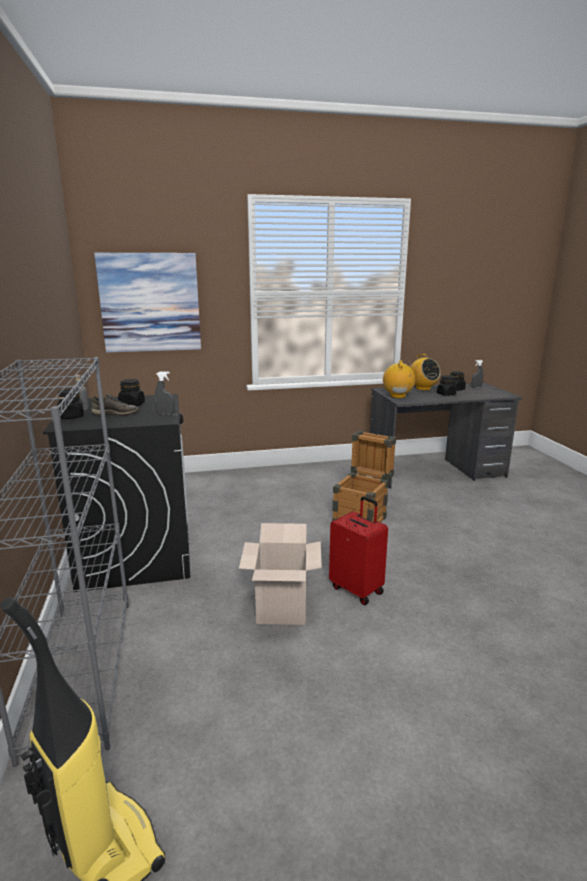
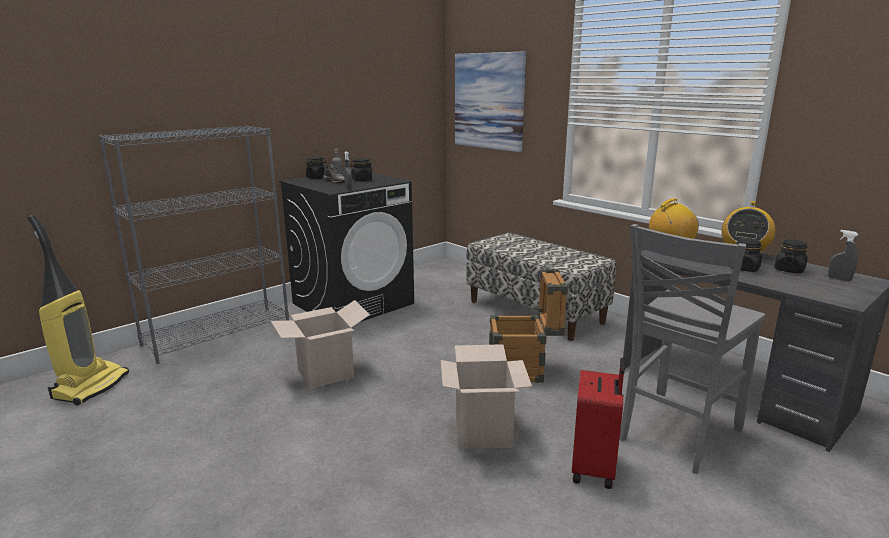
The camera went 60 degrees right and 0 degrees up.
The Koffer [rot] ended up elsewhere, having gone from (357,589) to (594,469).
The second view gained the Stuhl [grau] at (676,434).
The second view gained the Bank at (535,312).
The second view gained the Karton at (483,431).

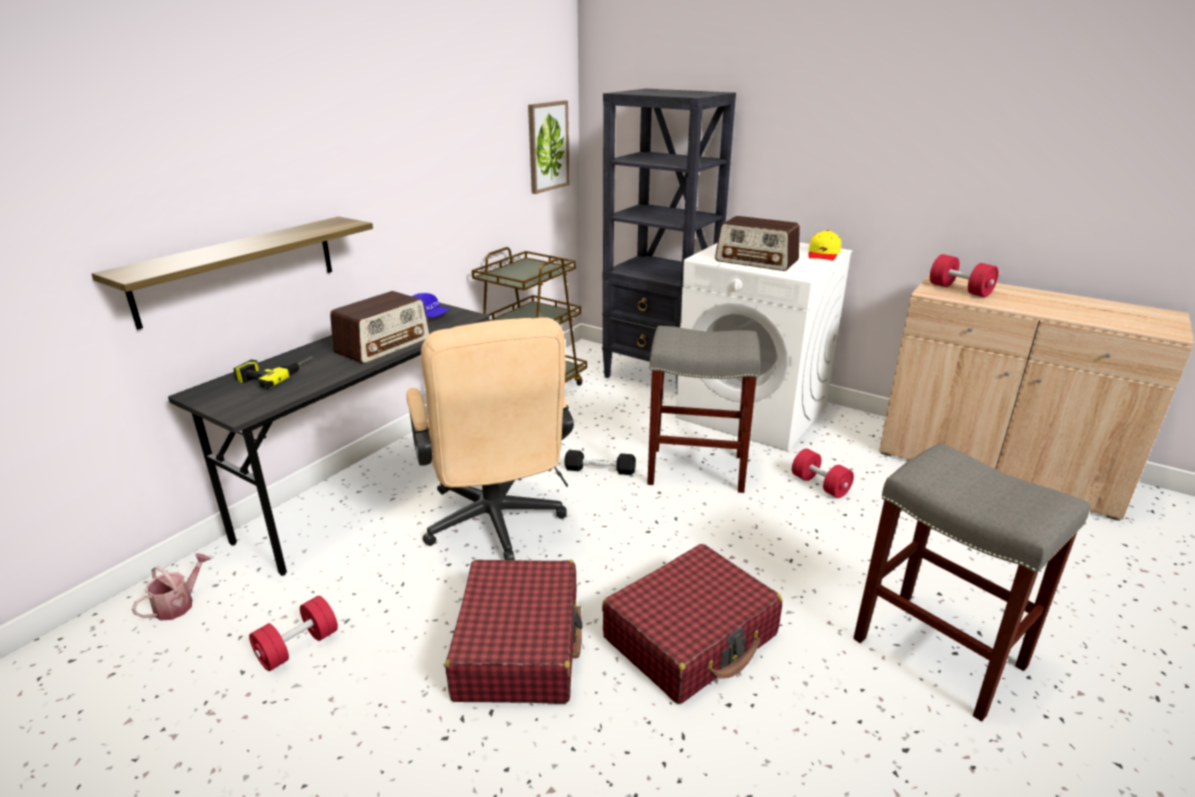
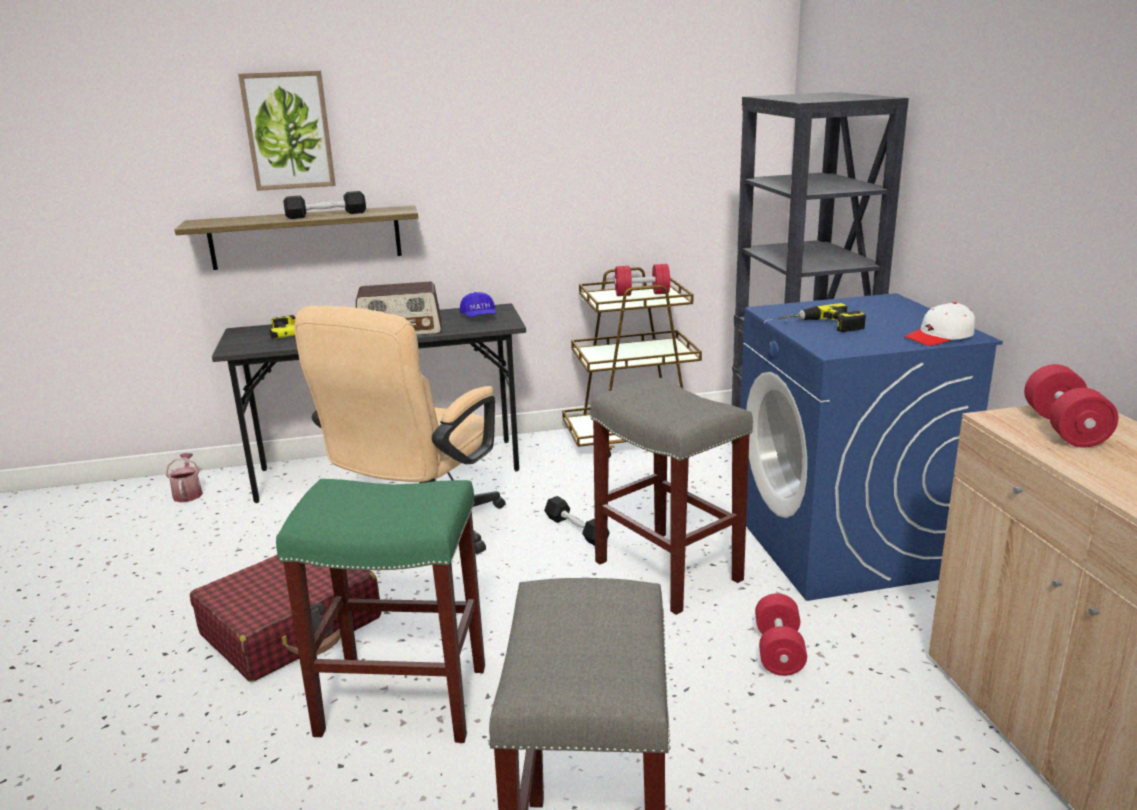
The camera went 45 degrees right and 5 degrees down.
The Bild ended up elsewhere, having gone from (547,146) to (288,131).
Where the Radio stood at (757,261), the Bohrmaschine came to stand at (822,326).
What was the Kappe [gelb] at (823,254) turned into the Kappe [weiß] at (939,337).
What was the Waschmaschine [weiß] at (753,412) turned into the Waschmaschine [blau] at (842,544).
Where the Koffer [rot] stood at (691,637), the Hocker [grün] came to stand at (405,699).
The Gießkanne at (179,604) ended up facing another way, 90 degrees counterclockwise from before.
The Hantel [rot] ended up elsewhere, having gone from (298,647) to (642,294).
The second view gained the Hantel [schwarz] at (326,215).

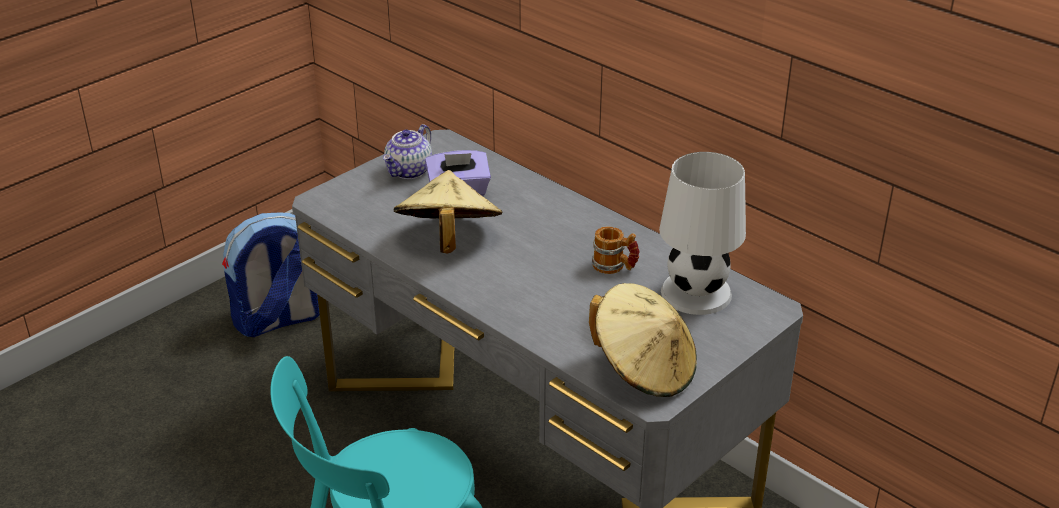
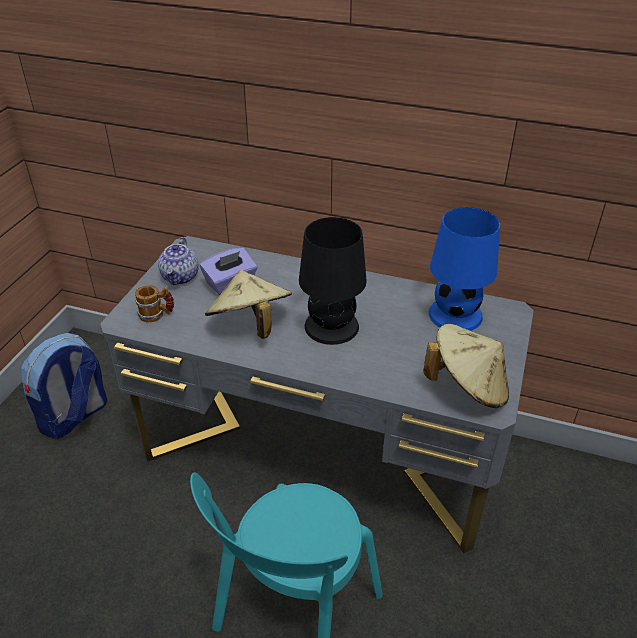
The camera went 25 degrees left and 5 degrees up.
What was the Tischlampe [weiß] at (697,292) turned into the Tischlampe [blau] at (455,314).
The Henkelbecher ended up elsewhere, having gone from (614,267) to (157,315).
The second view gained the Tischlampe [schwarz] at (332,326).

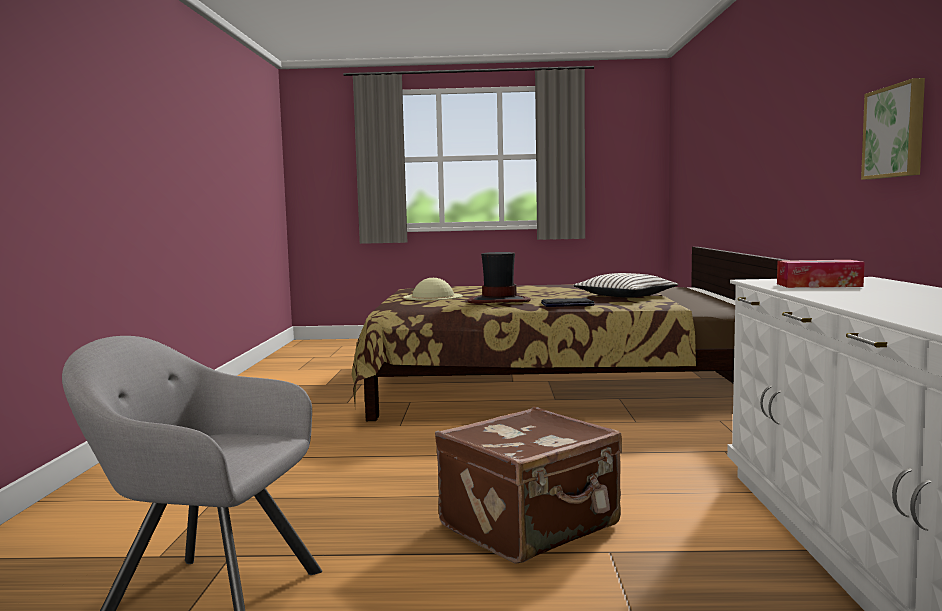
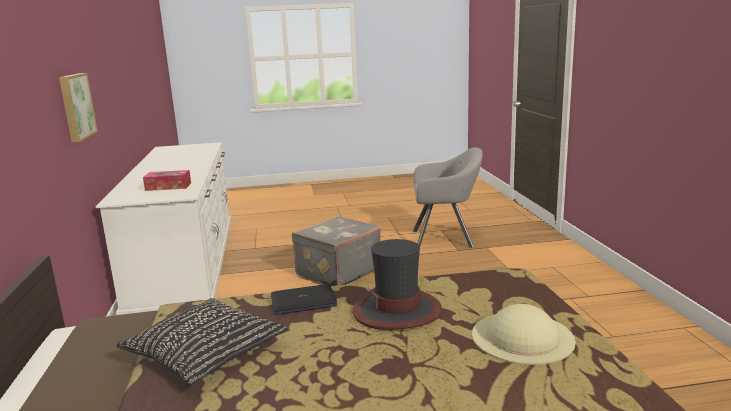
The camera went 170 degrees right and 10 degrees up.
What was the Kissen [weiß] at (625,296) turned into the Kissen [schwarz] at (205,352).
What was the Koffer [braun] at (531,526) turned into the Koffer [grau] at (337,272).

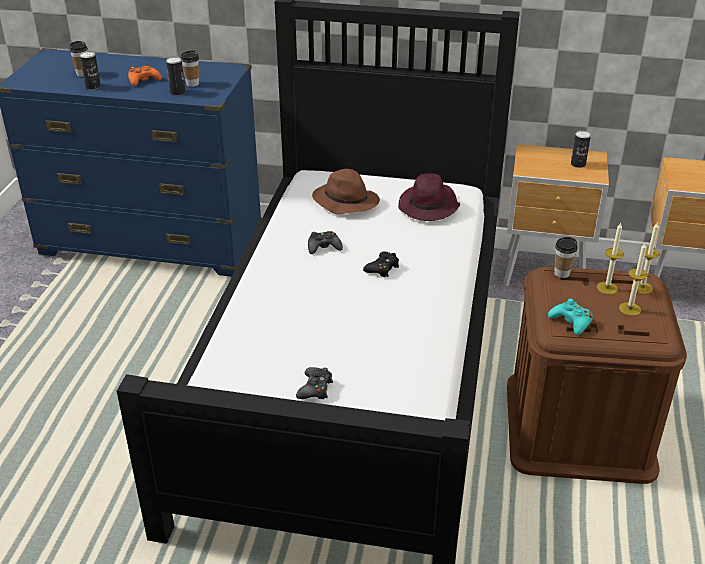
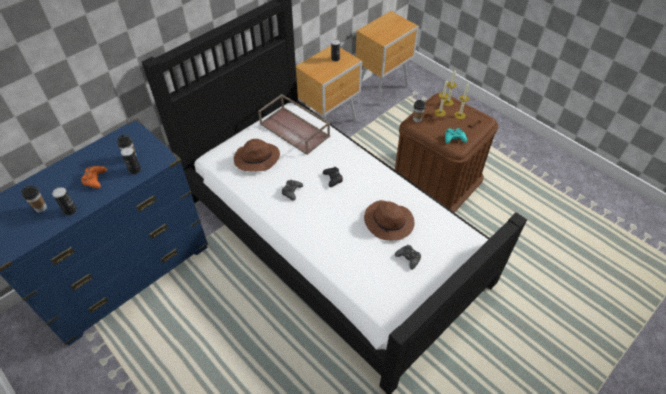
The camera went 55 degrees left and 15 degrees up.
Where the Hut [lila] stood at (428,207), the Tablett [braun] came to stand at (295,130).
The second view gained the Hut [braun] at (389,222).

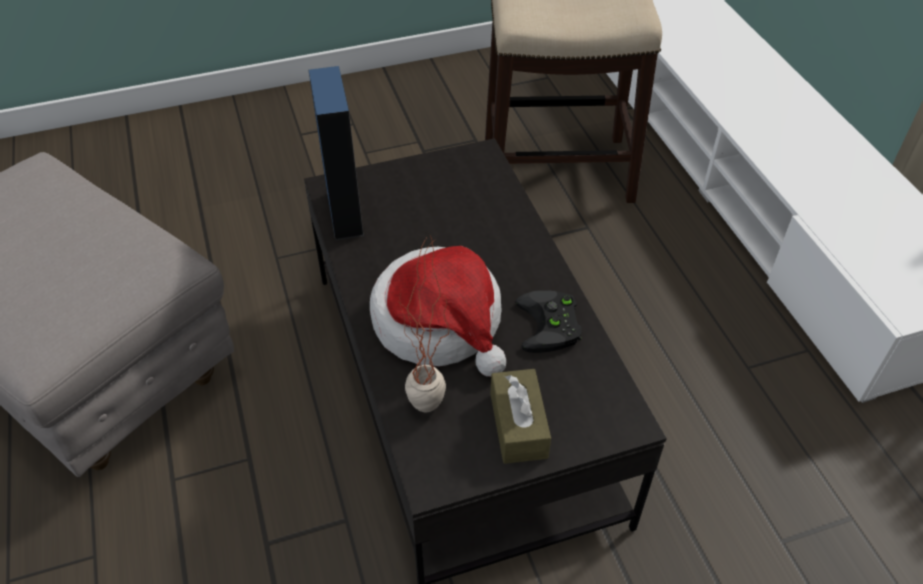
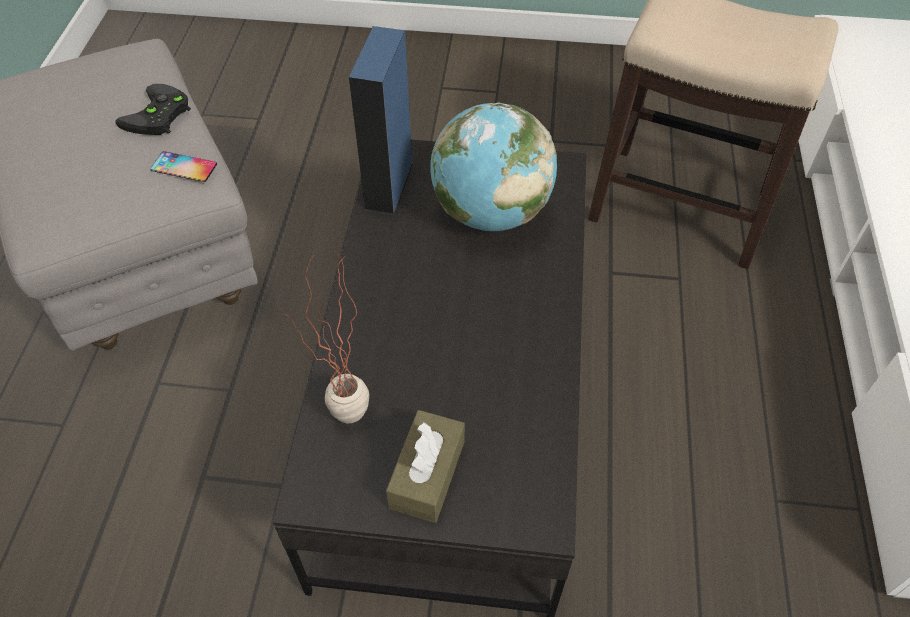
The camera went 25 degrees right and 5 degrees up.
The second view lost the Hut at (440,323).
The Gamepad [schwarz] ended up elsewhere, having gone from (551,326) to (157,117).
The second view gained the Globus at (490,212).
The second view gained the Handy at (184,167).

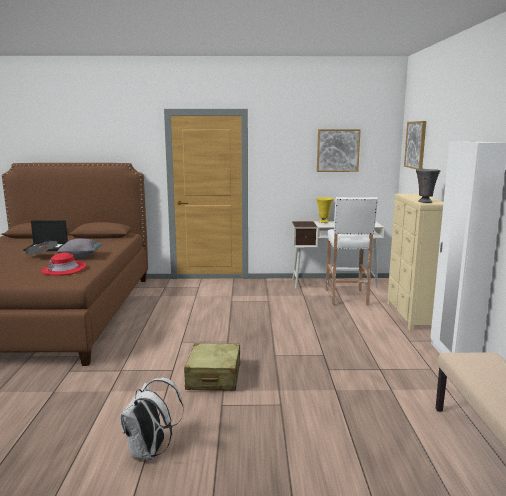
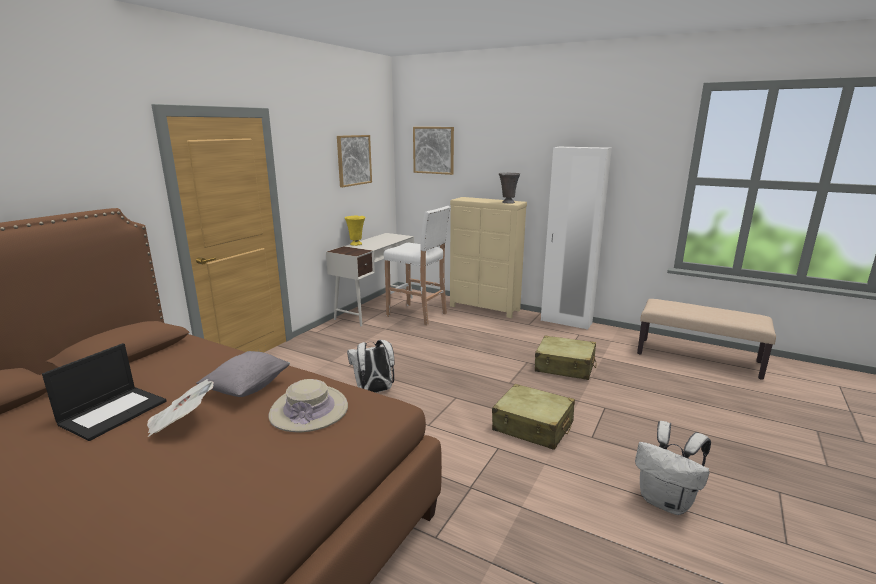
The camera went 60 degrees left and 5 degrees up.
What was the Hut [rot] at (64,269) turned into the Hut [beige] at (309,410).
The second view gained the Koffer [beige] at (565,367).
The second view gained the Rucksack [weiß] at (374,391).

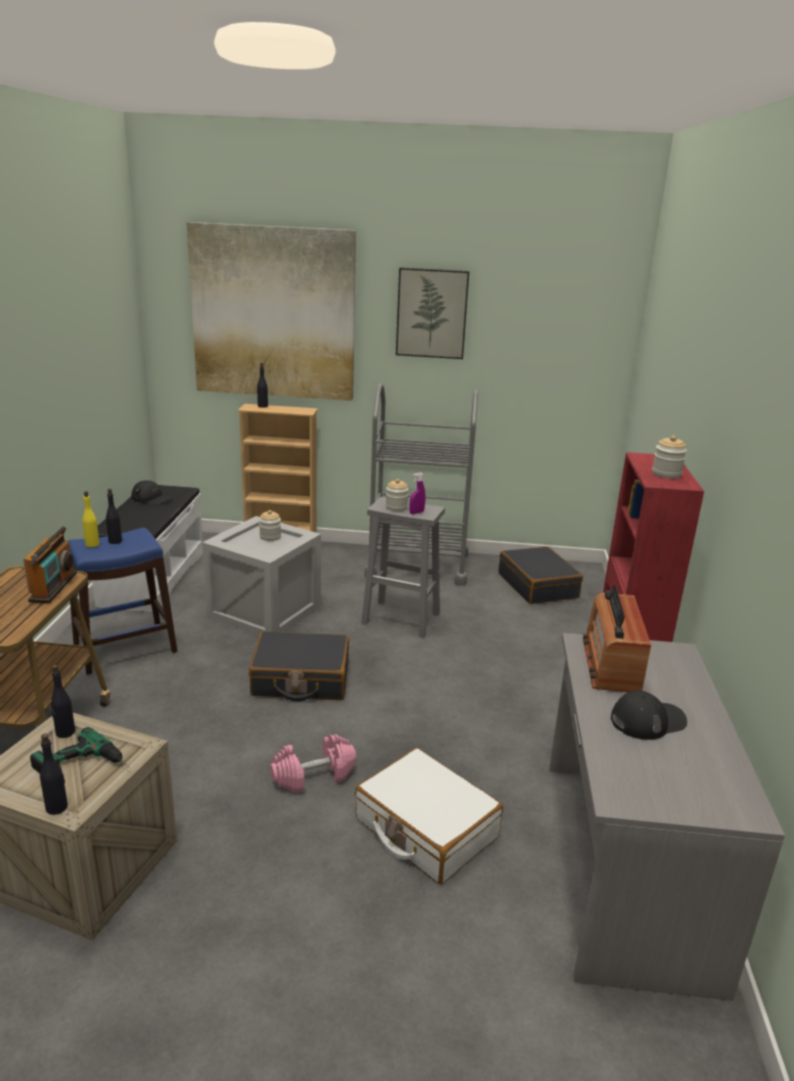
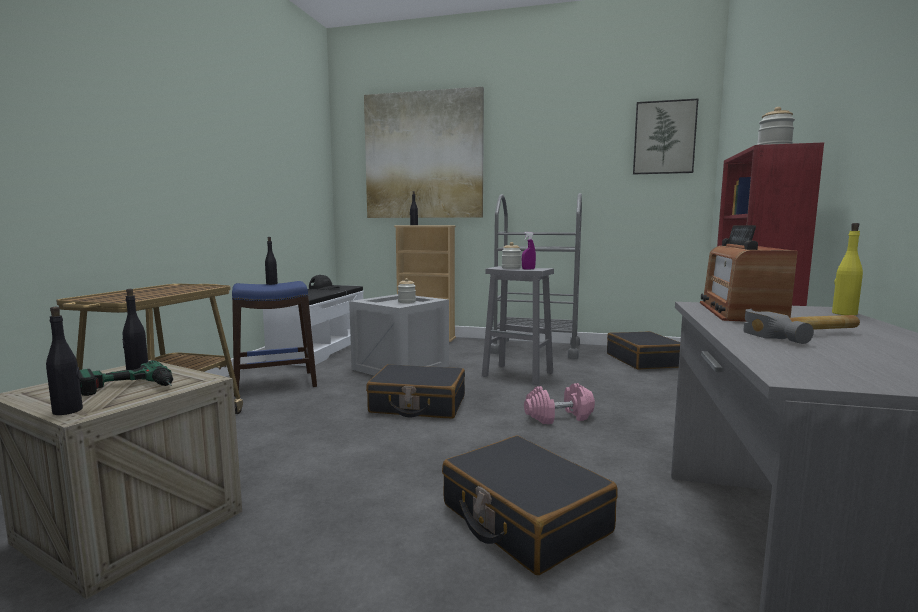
The camera went 10 degrees right and 15 degrees down.
The Bild ended up elsewhere, having gone from (431,313) to (664,138).
The Flasche [gelb] ended up elsewhere, having gone from (92,544) to (844,313).
The second view lost the Radio at (53,587).
Where the Kappe [schwarz] stood at (647,720), the Hammer came to stand at (810,335).
The Hantel [rosa] ended up elsewhere, having gone from (313,776) to (559,417).
What was the Koffer [weiß] at (425,828) turned into the Koffer [schwarz] at (524,519).

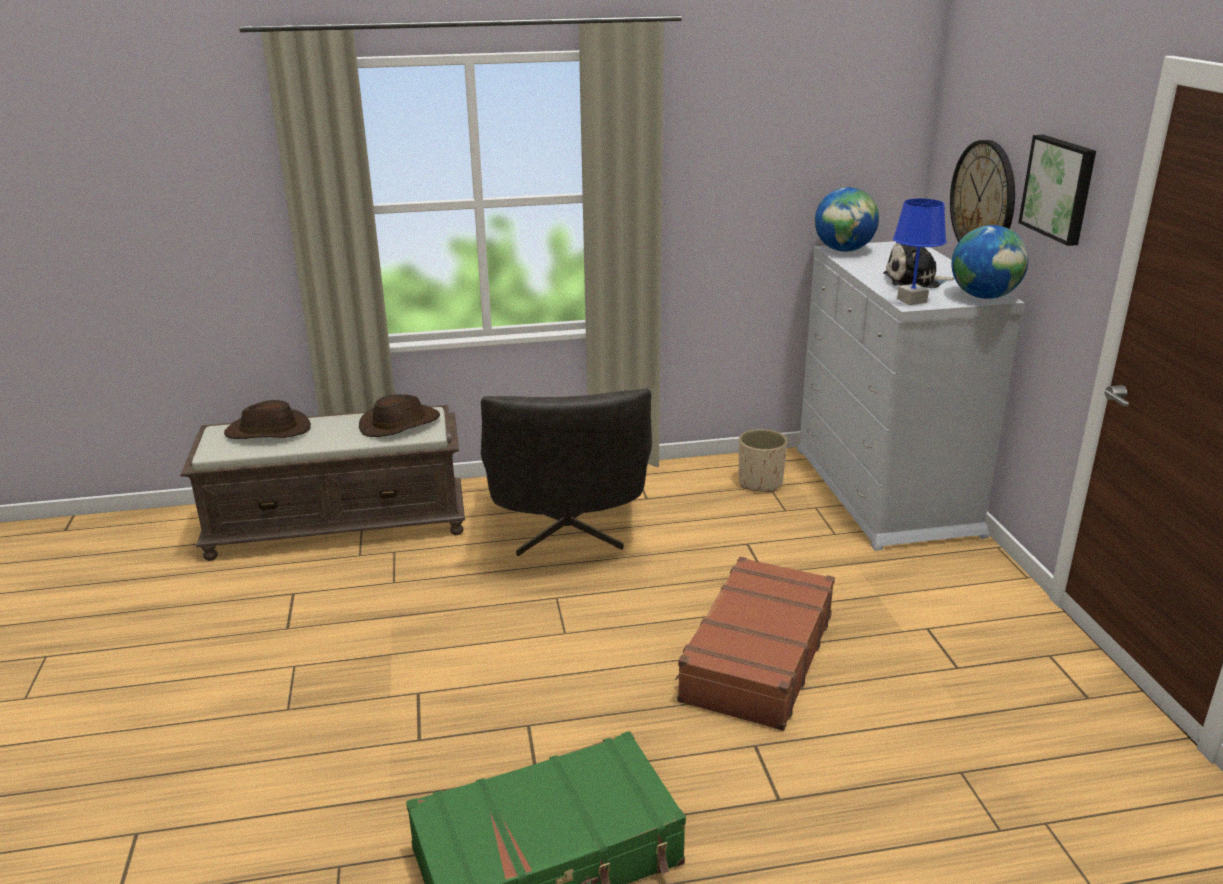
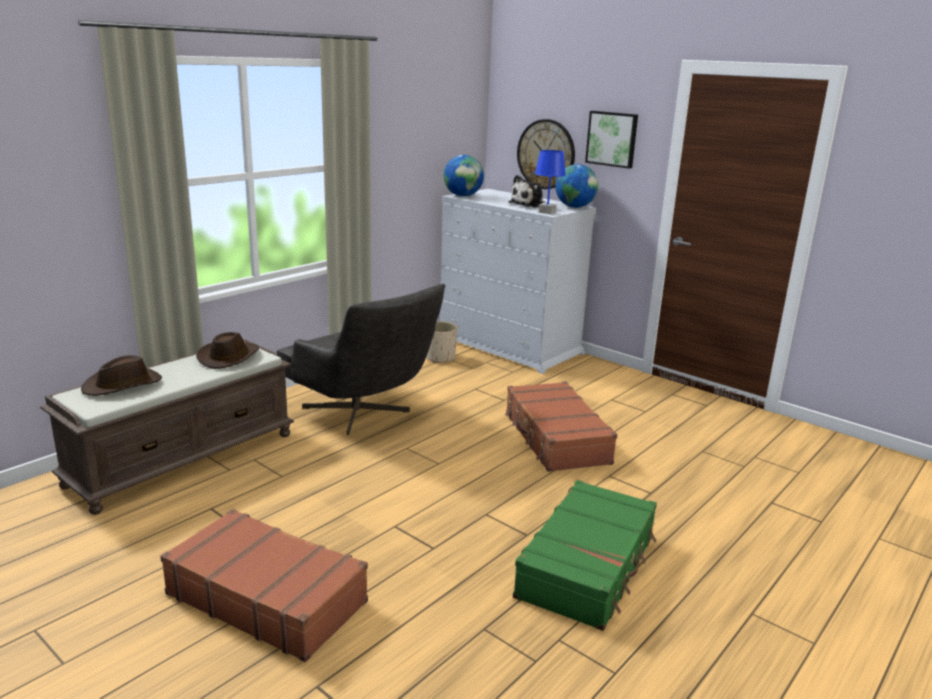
The camera went 40 degrees left and 5 degrees down.
The second view gained the Koffer [braun] at (267,597).

